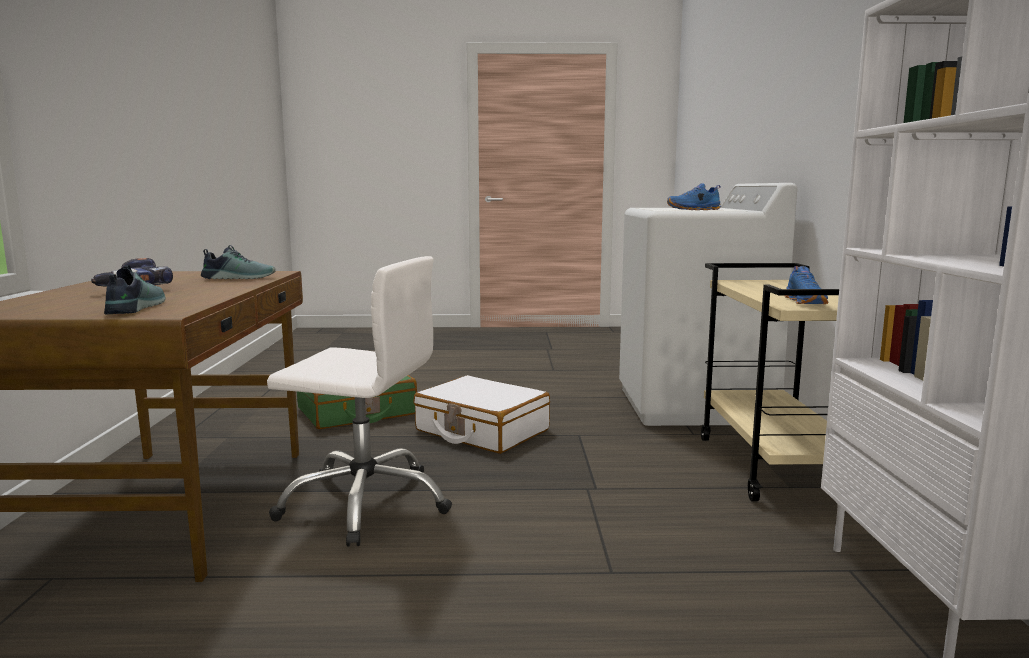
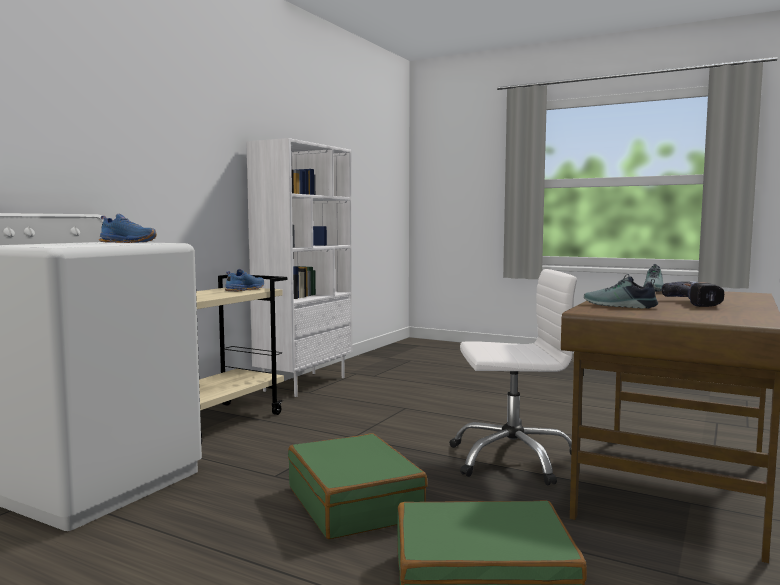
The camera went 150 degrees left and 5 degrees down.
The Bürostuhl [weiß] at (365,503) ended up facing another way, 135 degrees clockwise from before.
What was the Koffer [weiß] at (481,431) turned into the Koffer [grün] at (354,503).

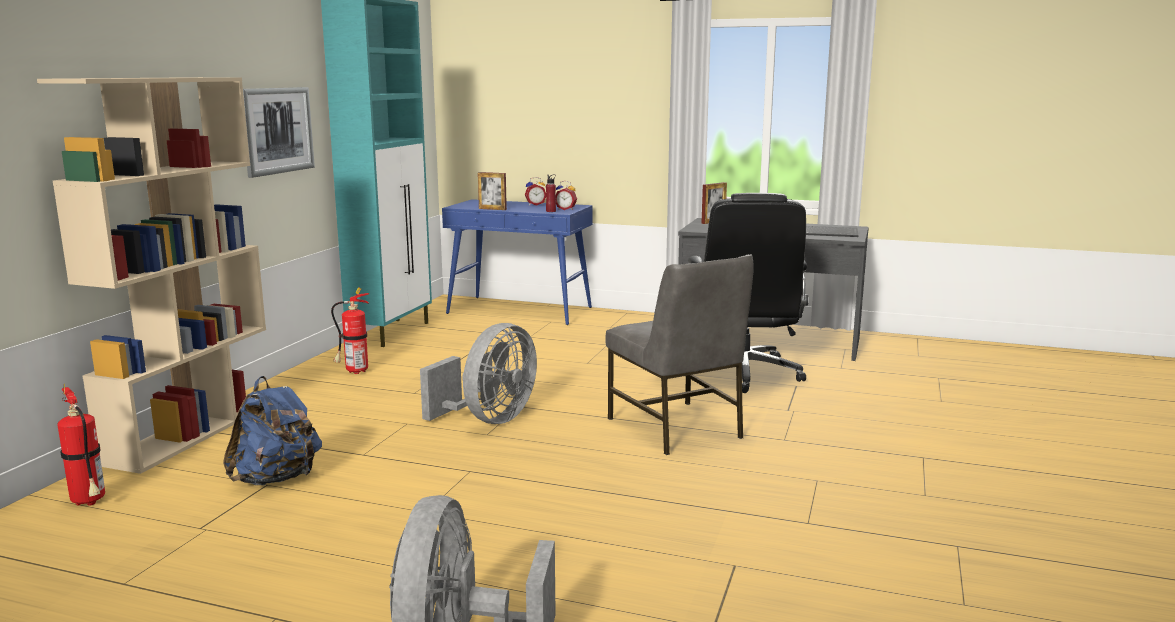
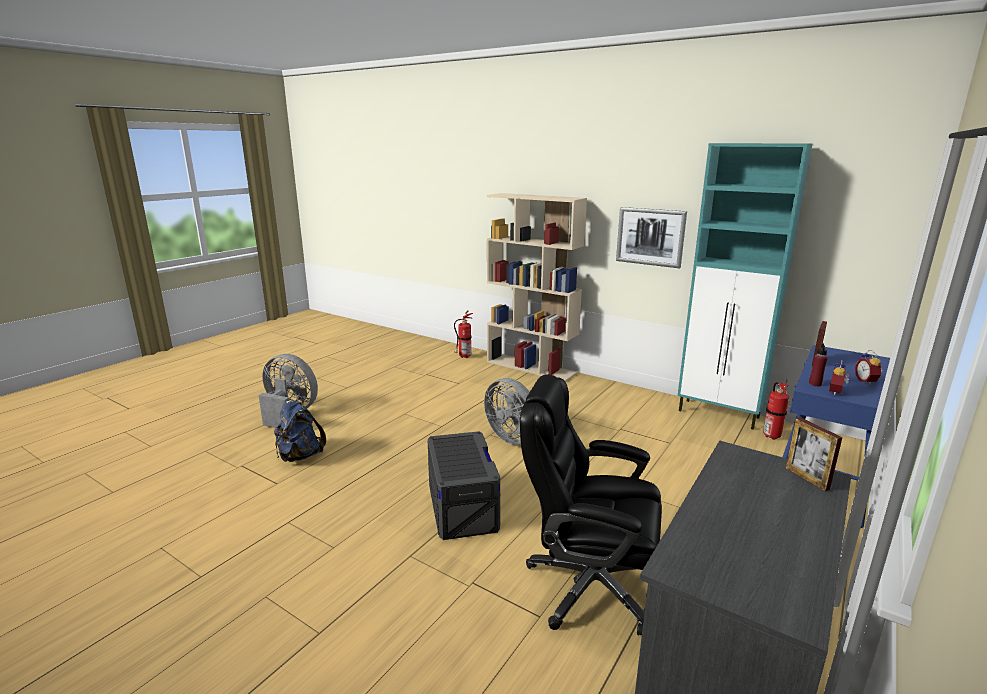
The camera went 105 degrees right and 5 degrees up.
The second view lost the Tastatur at (828,233).
Where the Stuhl [grau] stood at (676,428), the Aufbewahrungsbox [grau] came to stand at (462,506).
The Feuerlöscher ended up elsewhere, having gone from (354,372) to (770,435).
The Rucksack [blau] ended up elsewhere, having gone from (277,479) to (300,456).

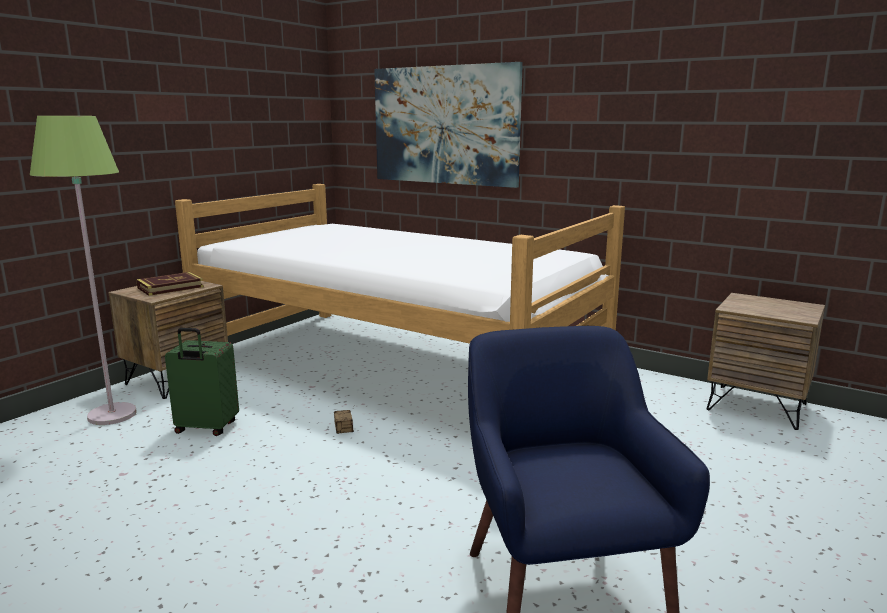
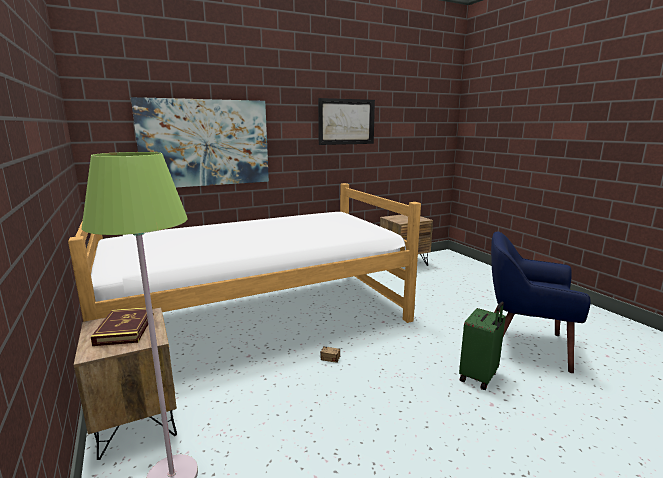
The camera went 60 degrees left and 0 degrees up.
The Koffer [grün] ended up elsewhere, having gone from (206,428) to (479,377).
The second view gained the Bild at (346,122).

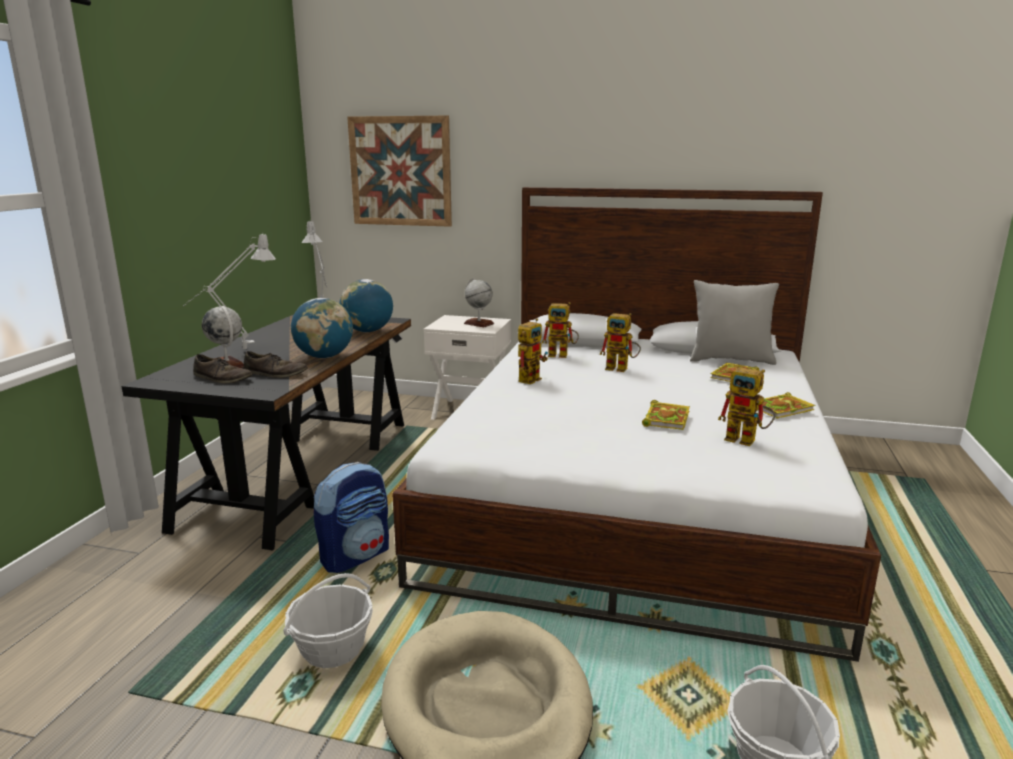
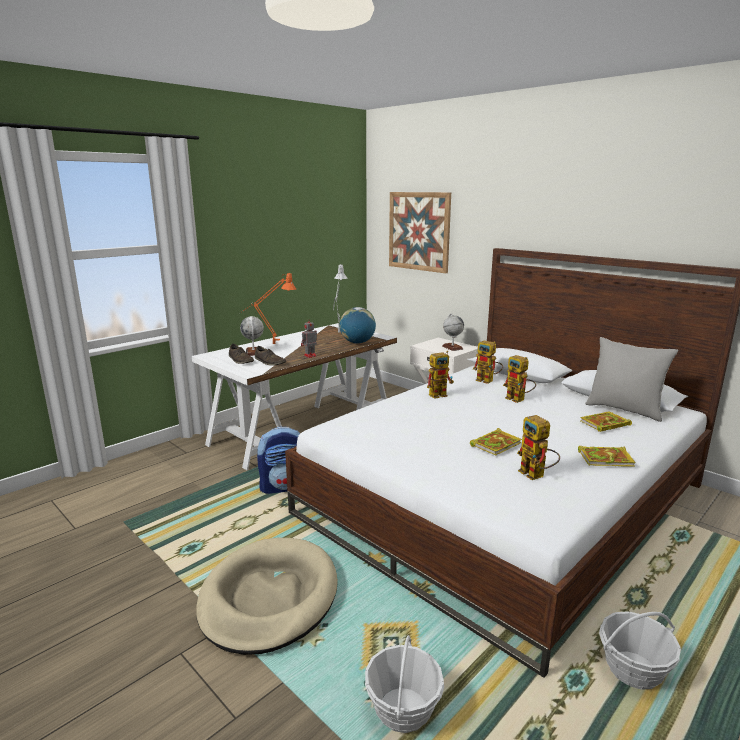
The camera went 30 degrees right and 0 degrees up.
What was the Tischlampe [grau] at (238,351) turned into the Tischlampe [orange] at (270,345).
Where the Globus stood at (324,357), the Spielzeugroboter came to stand at (309,356).
What was the Schreibtisch [schwarz] at (301,470) turned into the Schreibtisch [weiß] at (303,427).
The Korb ended up elsewhere, having gone from (332,650) to (633,670).

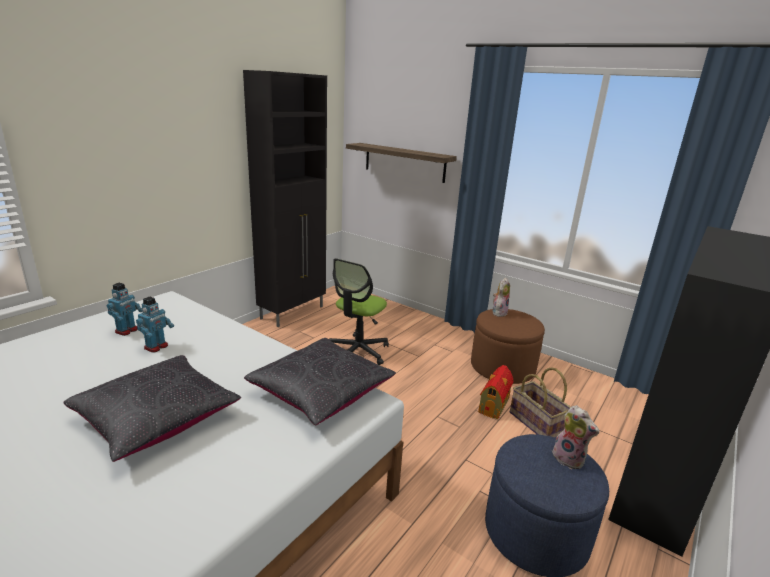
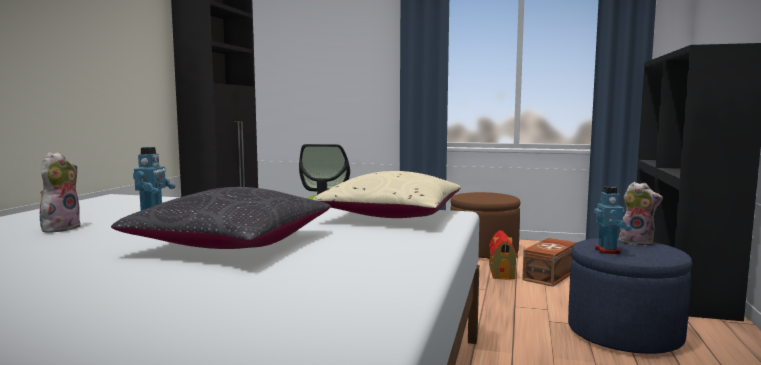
The camera went 20 degrees left and 15 degrees down.
The second view lost the Wandregal at (404,162).
The Plüschtier ended up elsewhere, having gone from (498,312) to (60,228).
The Spielzeugroboter ended up elsewhere, having gone from (127,331) to (608,251).
What was the Kissen [schwarz] at (321,392) turned into the Kissen [beige] at (392,215).
Where the Korb stood at (537,423), the Aufbewahrungsbox [braun] came to stand at (551,275).

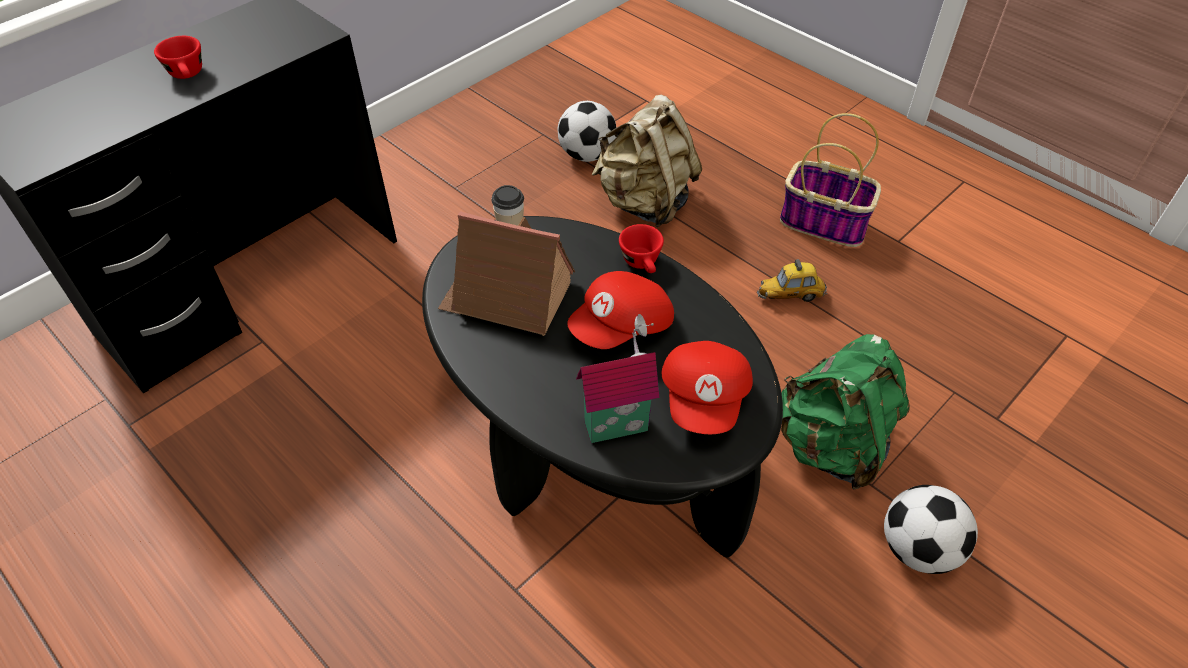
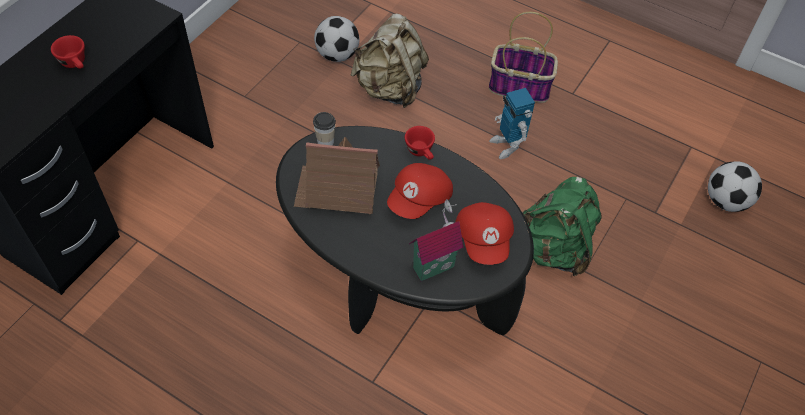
The camera went 15 degrees left and 5 degrees up.
Where the Spielzeugauto stood at (790,295), the Spielzeugroboter came to stand at (507,146).
The Fußball ended up elsewhere, having gone from (917,549) to (725,201).

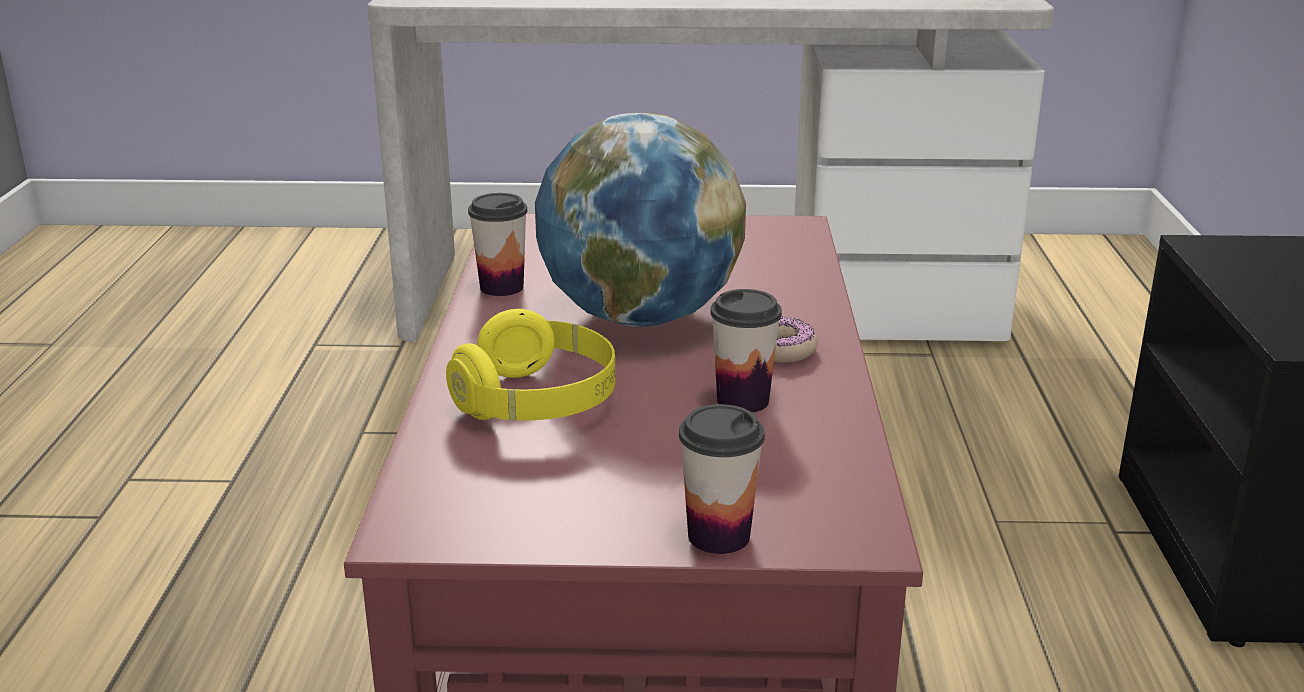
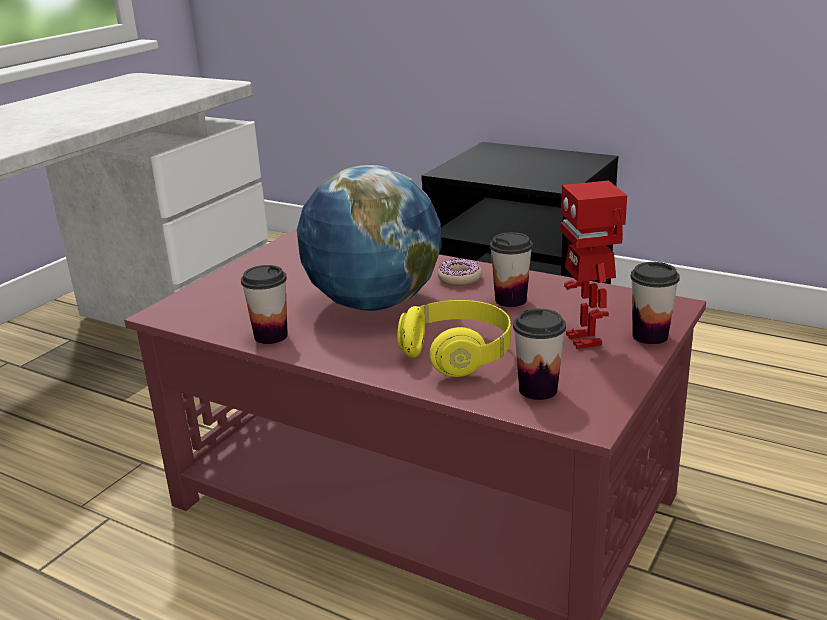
The camera went 60 degrees left and 0 degrees up.
The second view gained the Spielzeugroboter at (586,340).
The second view gained the Tasse at (538,390).

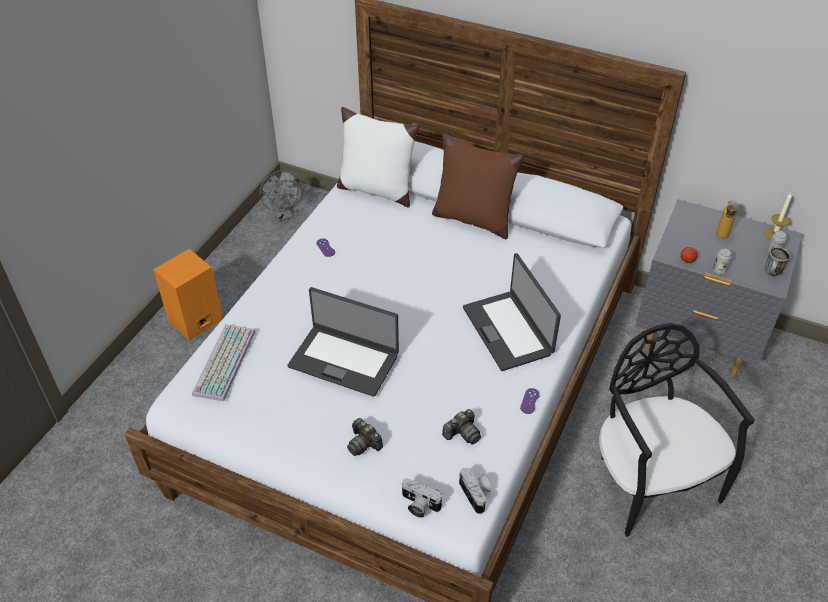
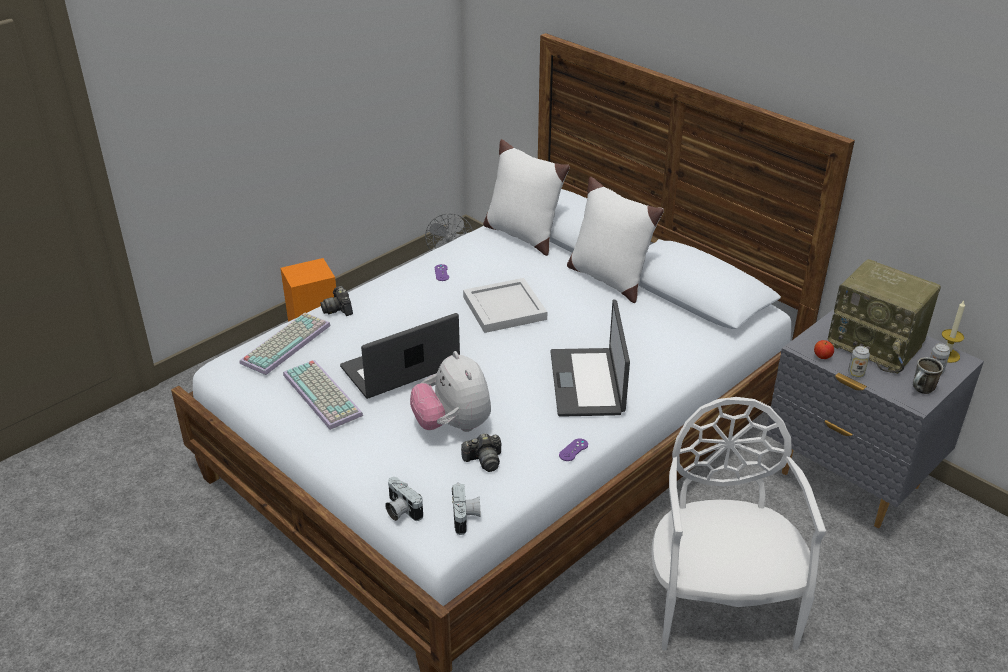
The camera went 20 degrees right and 10 degrees down.
What was the Kissen [braun] at (472,219) turned into the Kissen [weiß] at (608,278).
Where the Flasche stood at (721,239), the Radio came to stand at (877,345).
The Laptop at (344,360) ended up facing another way, 105 degrees clockwise from before.
What was the Stuhl [schwarz] at (651,480) turned into the Stuhl [weiß] at (721,603).
The Kamera ended up elsewhere, having gone from (364,443) to (338,309).
The second view gained the Tablett [weiß] at (505,307).
The second view gained the Plüschtier at (453,425).
The second view gained the Tastatur at (324,395).

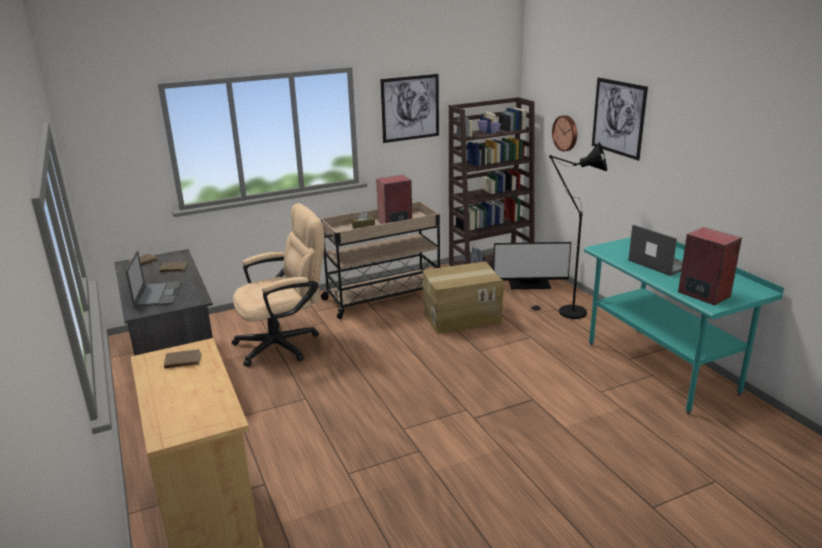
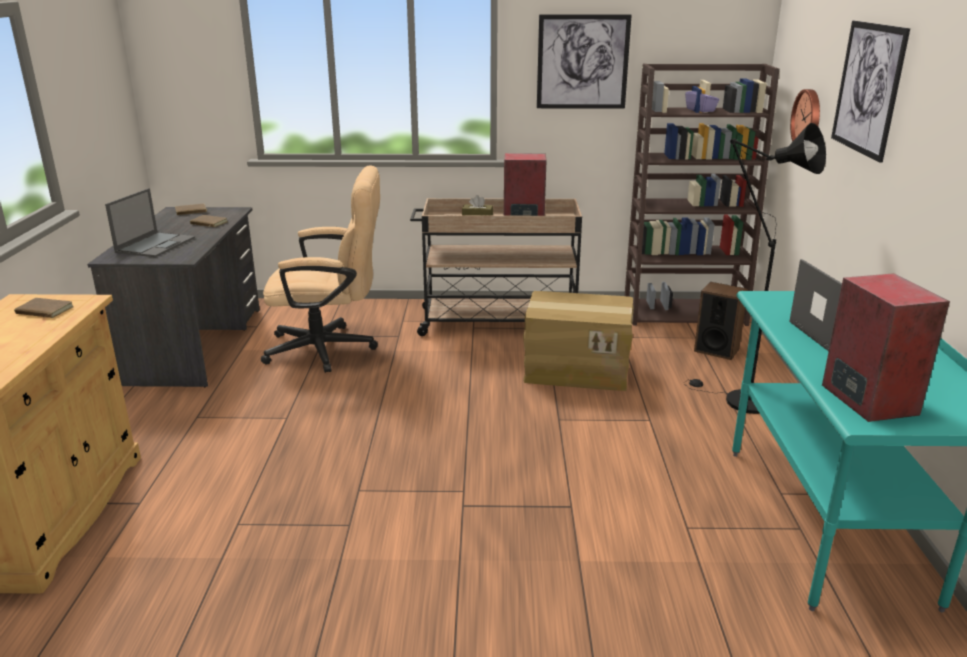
The camera went 25 degrees right and 0 degrees up.
Where the Monitor stood at (529,284), the Lautsprecher came to stand at (716,350).

